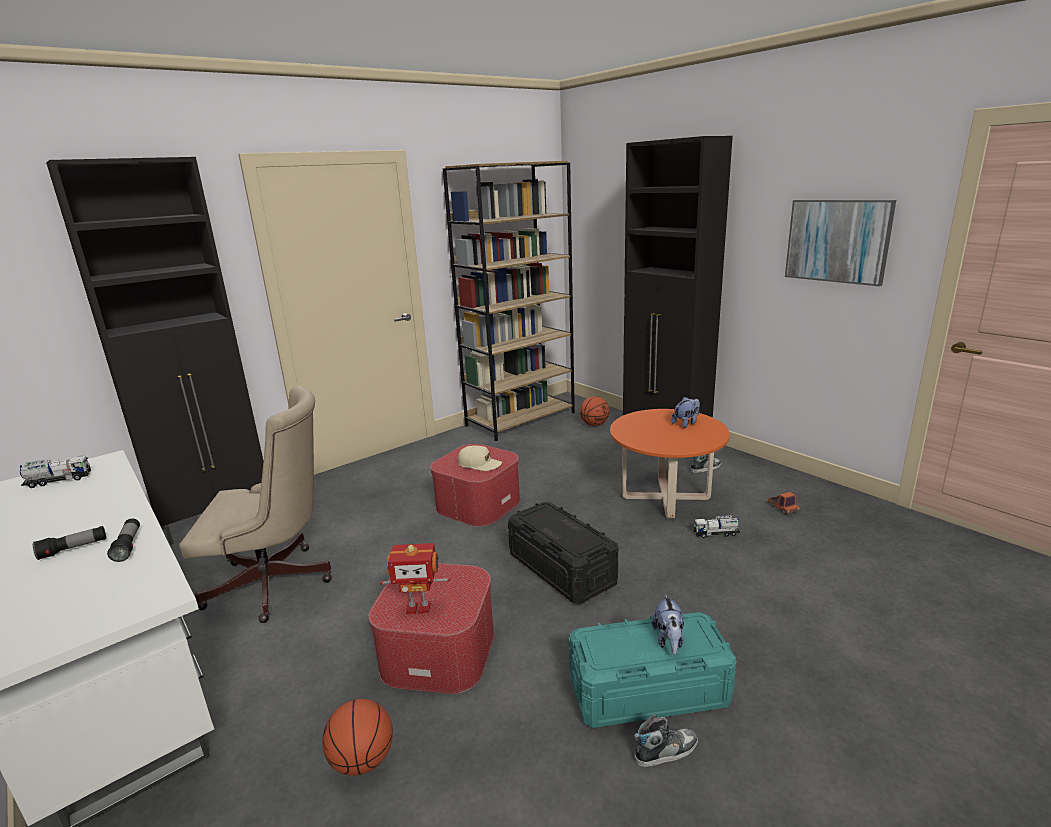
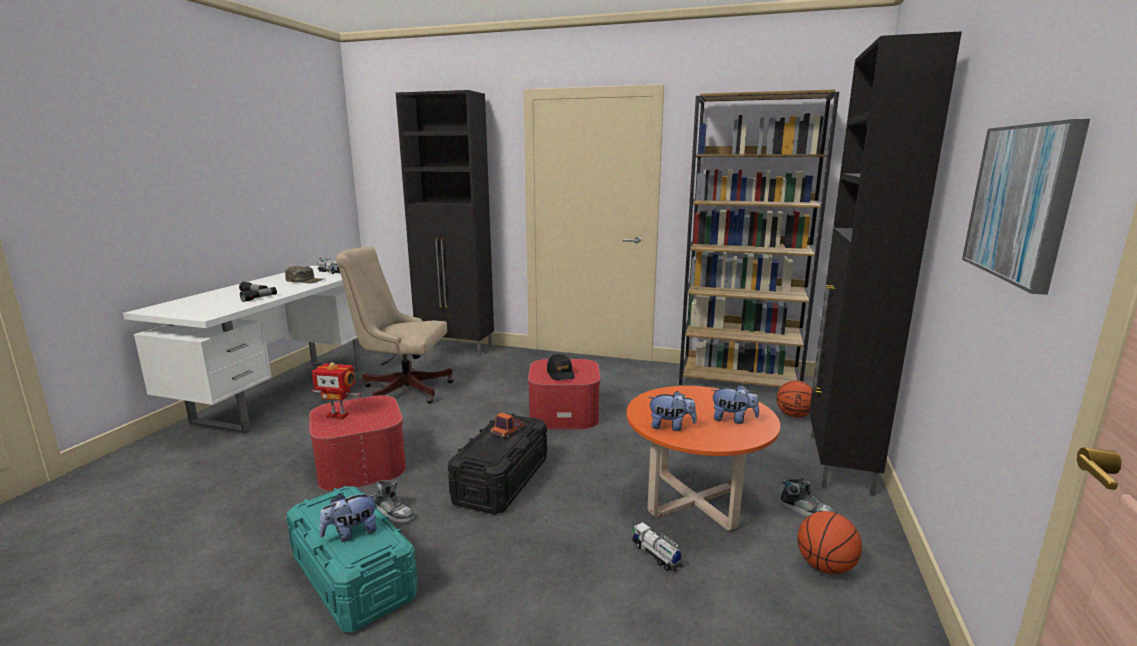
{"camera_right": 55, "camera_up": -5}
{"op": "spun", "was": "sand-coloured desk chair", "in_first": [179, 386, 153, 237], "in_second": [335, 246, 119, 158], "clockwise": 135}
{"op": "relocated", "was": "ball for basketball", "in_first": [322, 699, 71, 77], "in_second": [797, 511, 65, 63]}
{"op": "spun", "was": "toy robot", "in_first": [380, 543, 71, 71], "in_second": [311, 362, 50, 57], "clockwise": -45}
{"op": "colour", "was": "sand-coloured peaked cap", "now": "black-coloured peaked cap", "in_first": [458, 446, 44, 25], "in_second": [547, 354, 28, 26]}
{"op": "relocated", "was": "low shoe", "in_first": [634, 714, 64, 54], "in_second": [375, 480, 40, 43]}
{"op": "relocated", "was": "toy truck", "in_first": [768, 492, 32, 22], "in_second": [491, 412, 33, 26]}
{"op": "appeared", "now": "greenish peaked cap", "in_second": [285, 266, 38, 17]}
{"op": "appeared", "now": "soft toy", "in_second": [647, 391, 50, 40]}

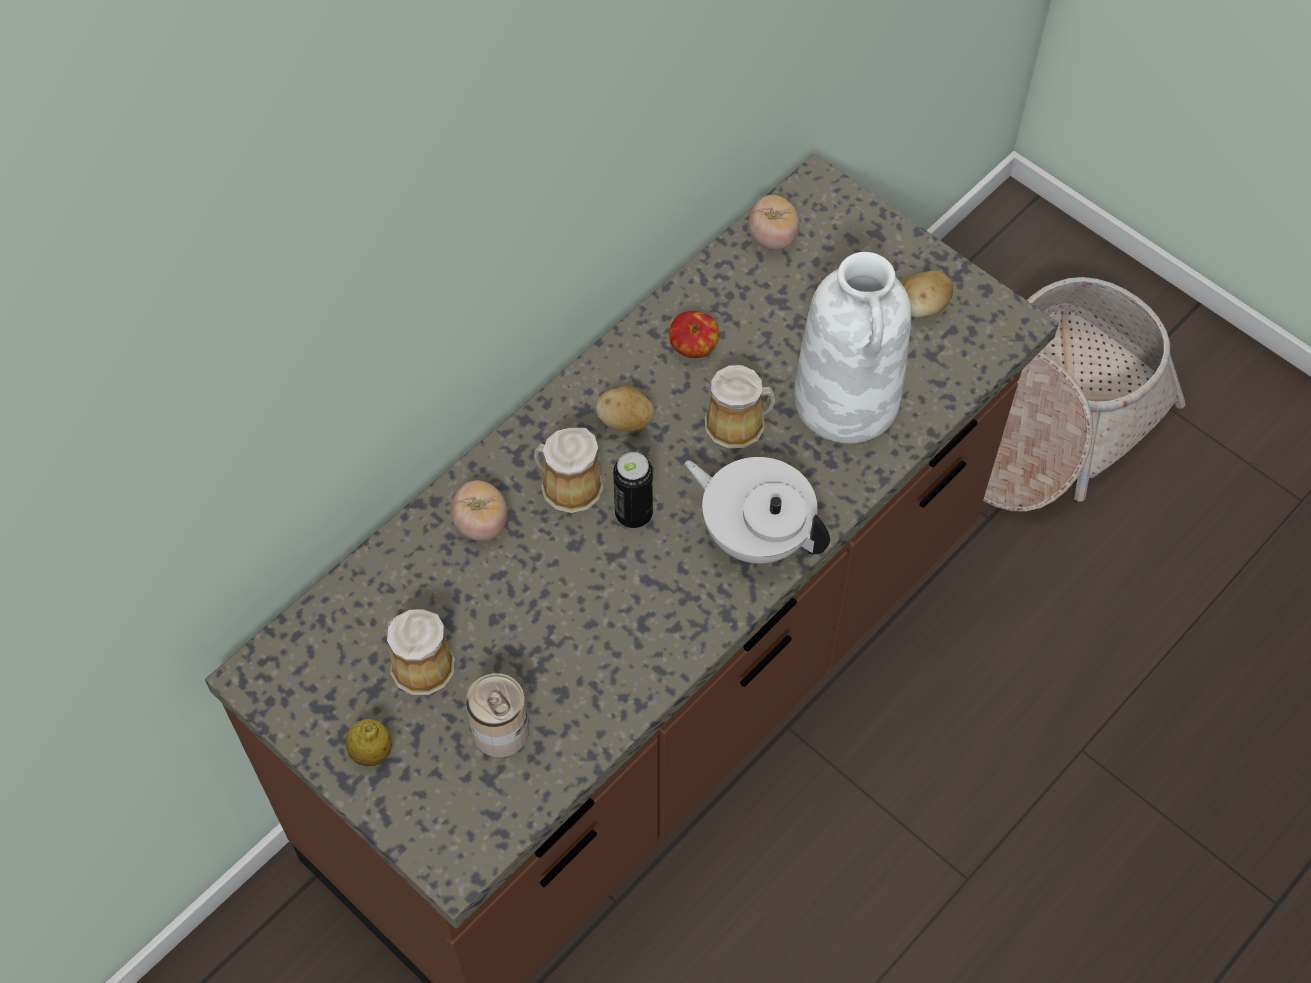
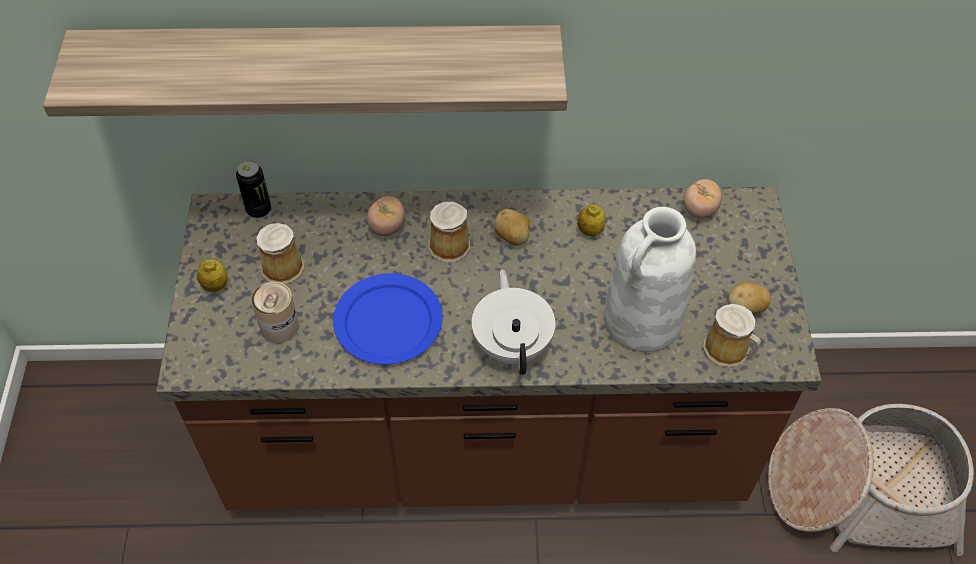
{"camera_right": 45, "camera_up": -5}
{"op": "relocated", "was": "sealed can", "in_first": [613, 452, 40, 76], "in_second": [236, 161, 35, 58]}
{"op": "exchanged", "was": "whole apple", "now": "citrus fruit", "in_first": [669, 311, 50, 47], "in_second": [578, 204, 28, 32]}
{"op": "relocated", "was": "mug", "in_first": [705, 365, 70, 83], "in_second": [703, 304, 58, 63]}
{"op": "appeared", "now": "shelf", "in_second": [43, 25, 524, 92]}
{"op": "appeared", "now": "blue-coloured dinner plate", "in_second": [333, 273, 110, 92]}

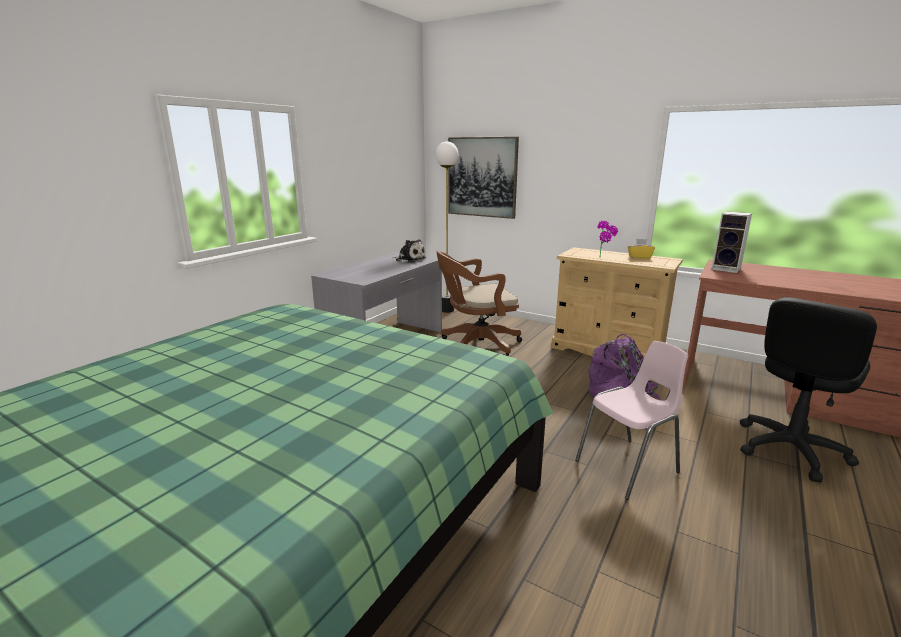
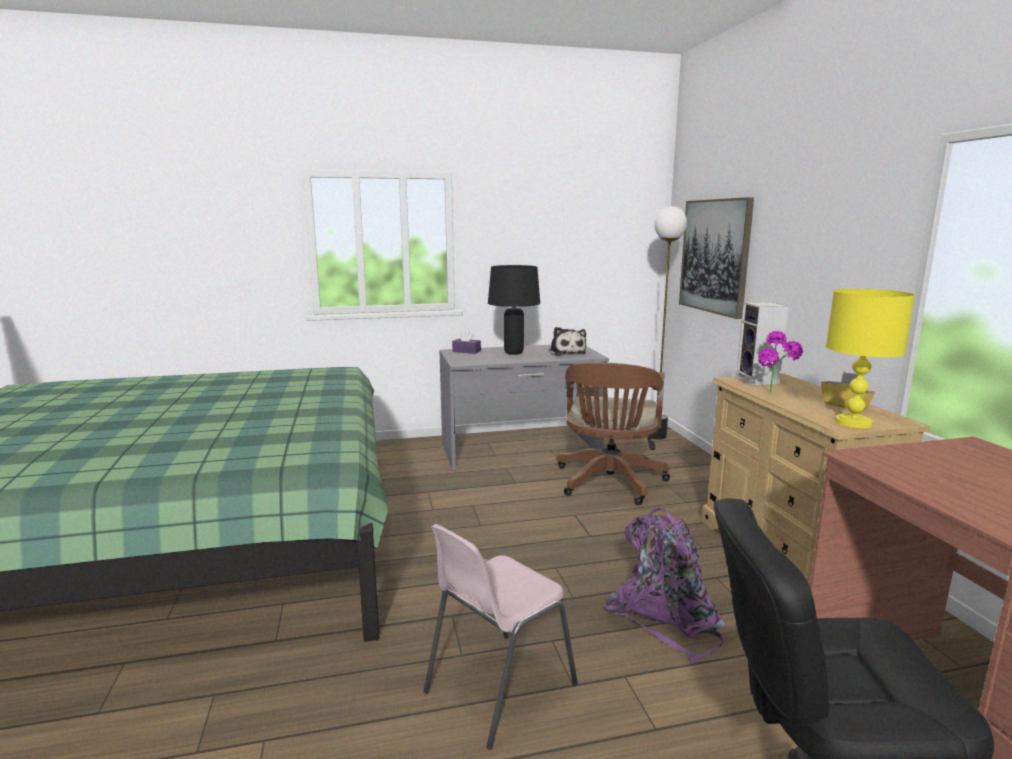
{"camera_right": 45, "camera_up": -5}
{"op": "spun", "was": "brown desk chair", "in_first": [436, 250, 86, 106], "in_second": [556, 362, 114, 143], "clockwise": -105}
{"op": "spun", "was": "pinkish plain chair", "in_first": [575, 341, 113, 159], "in_second": [424, 524, 154, 226], "clockwise": 120}
{"op": "relocated", "was": "loudspeaker", "in_first": [711, 211, 41, 62], "in_second": [736, 302, 52, 83]}
{"op": "appeared", "now": "purple tissue box", "in_second": [452, 330, 29, 24]}
{"op": "appeared", "now": "black-coloured table lamp", "in_second": [488, 265, 52, 90]}
{"op": "appeared", "now": "yellow table lamp", "in_second": [826, 289, 89, 139]}

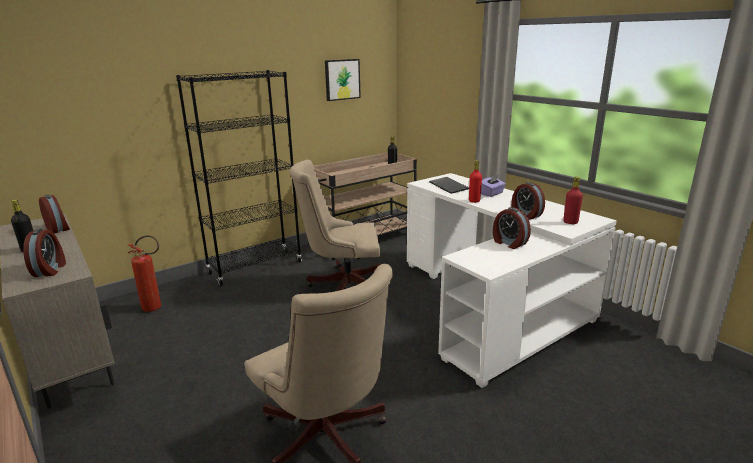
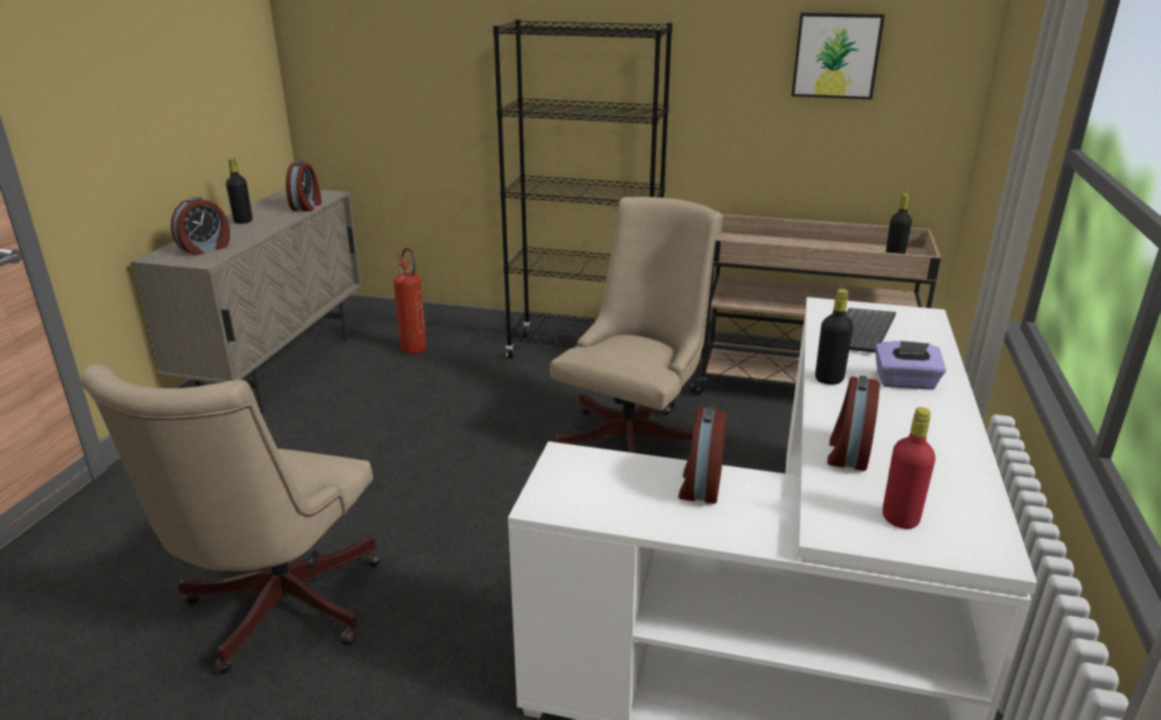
{"camera_right": 50, "camera_up": 5}
{"op": "spun", "was": "sand-coloured desk chair", "in_first": [289, 160, 92, 131], "in_second": [550, 197, 172, 256], "clockwise": 75}
{"op": "colour", "was": "red-coloured beverage bottle", "now": "black-coloured beverage bottle", "in_first": [469, 160, 13, 43], "in_second": [815, 289, 38, 96]}

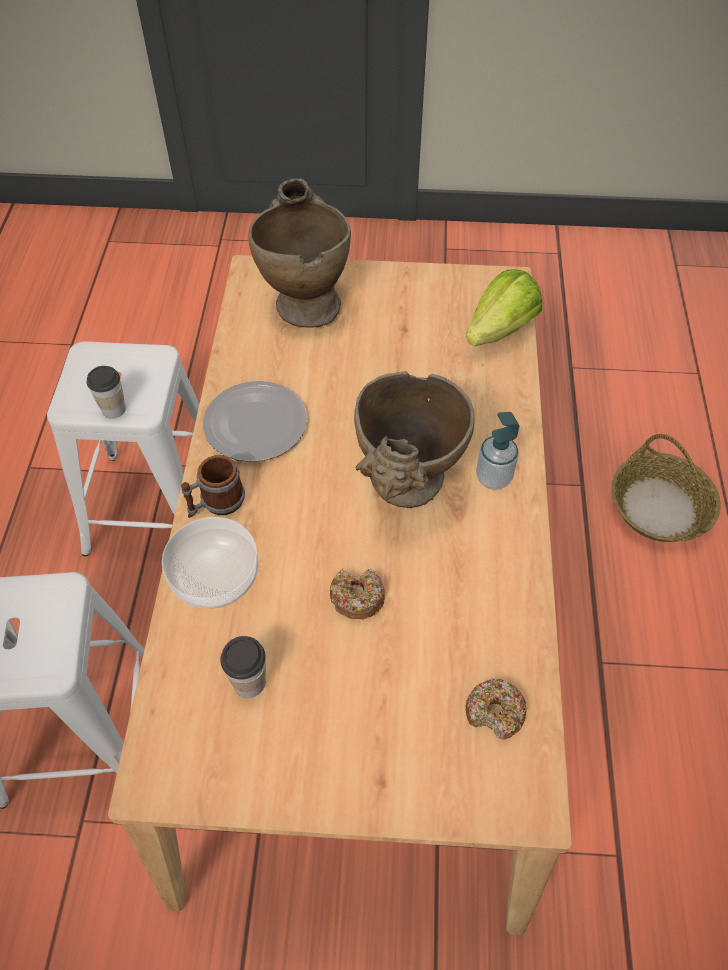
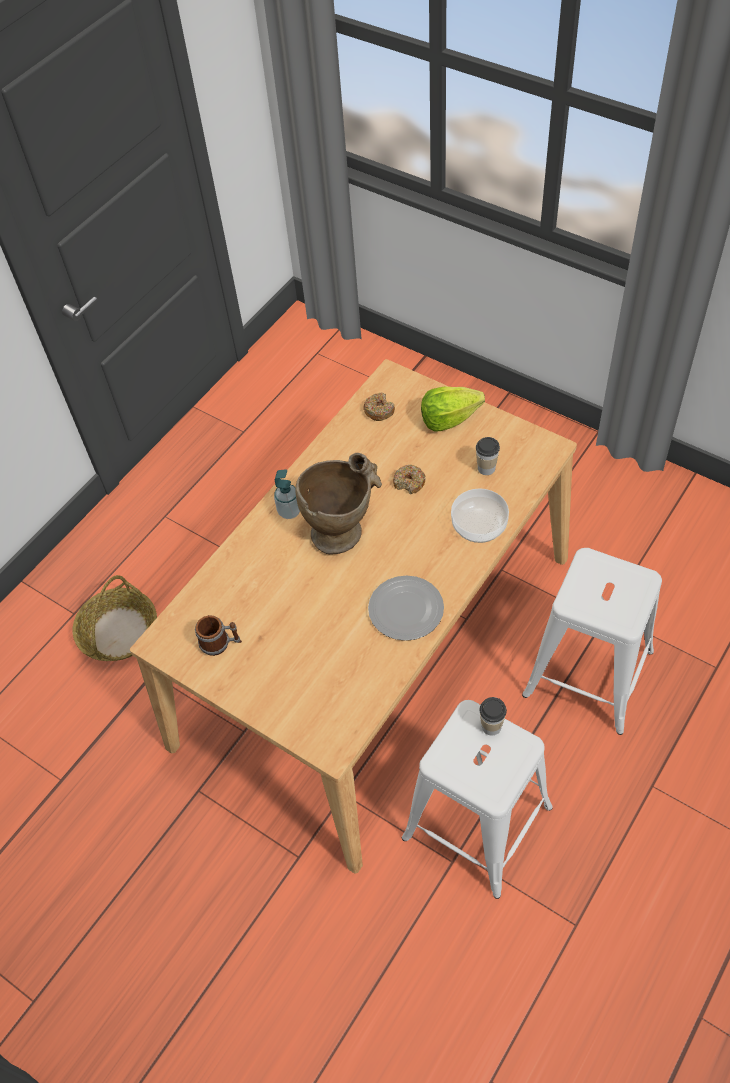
{"camera_right": -145, "camera_up": 0}
{"op": "relocated", "was": "mug", "in_first": [181, 455, 64, 63], "in_second": [195, 615, 47, 41]}
{"op": "missing", "was": "sand-coloured decorative vase", "in_first": [248, 178, 103, 150]}
{"op": "relocated", "was": "lettuce", "in_first": [466, 269, 76, 77], "in_second": [421, 387, 64, 45]}

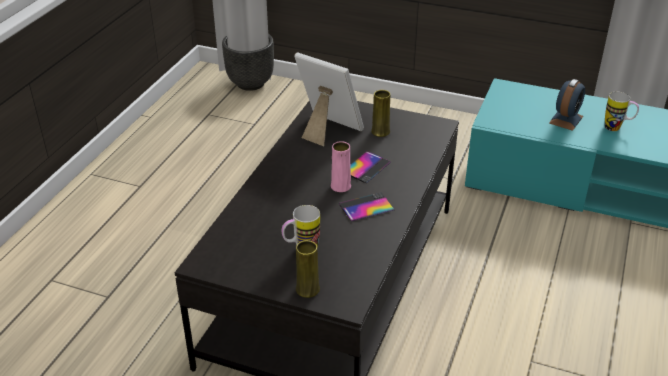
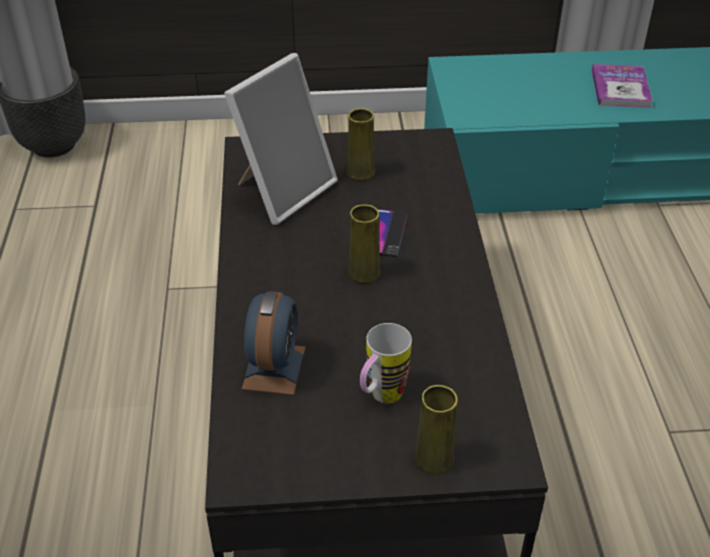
{"camera_right": -25, "camera_up": 5}
{"op": "spun", "was": "photo frame", "in_first": [294, 52, 70, 94], "in_second": [224, 53, 114, 172], "clockwise": 120}
{"op": "colour", "was": "pinkish decorative vase", "now": "yellow decorative vase", "in_first": [331, 141, 20, 51], "in_second": [348, 204, 33, 79]}
{"op": "missing", "was": "telephone", "in_first": [339, 192, 55, 29]}
{"op": "relocated", "was": "bedside clock", "in_first": [549, 79, 36, 52], "in_second": [242, 291, 64, 104]}
{"op": "exchanged", "was": "mug", "now": "volume", "in_first": [605, 92, 34, 39], "in_second": [592, 64, 61, 44]}

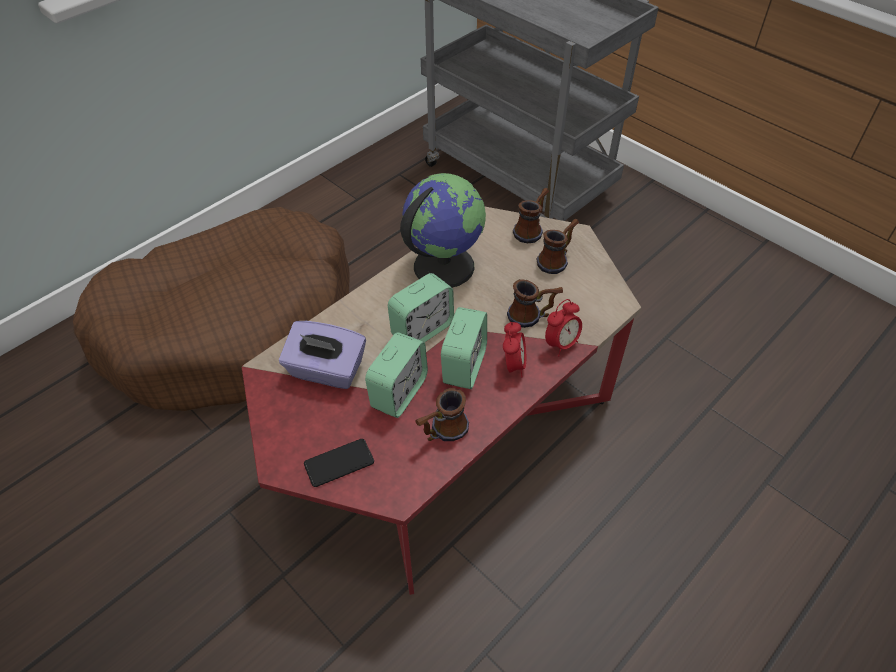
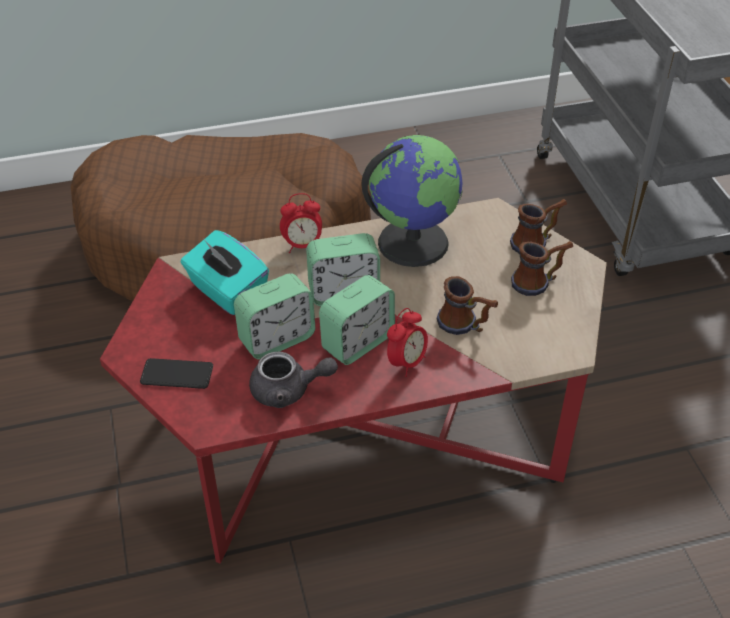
{"camera_right": 30, "camera_up": -5}
{"op": "colour", "was": "purple tissue box", "now": "blue-green tissue box", "in_first": [279, 321, 87, 68], "in_second": [181, 230, 88, 85]}
{"op": "exchanged", "was": "mug", "now": "greyish tea pot", "in_first": [415, 388, 54, 53], "in_second": [249, 351, 89, 57]}
{"op": "relocated", "was": "bedside clock", "in_first": [545, 299, 37, 57], "in_second": [280, 193, 42, 60]}

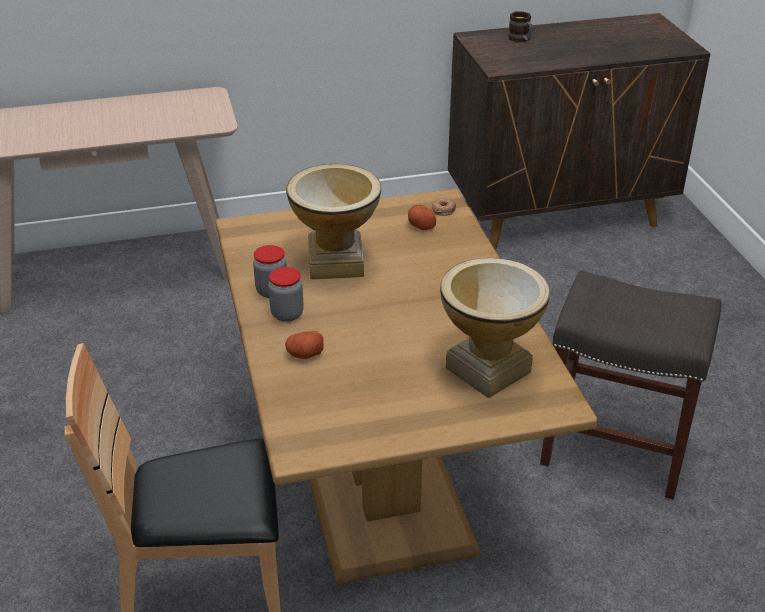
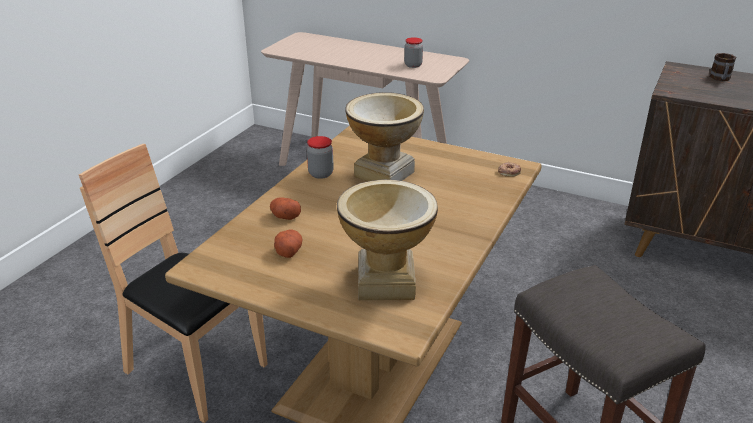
{"camera_right": 40, "camera_up": -5}
{"op": "relocated", "was": "jar", "in_first": [268, 267, 36, 55], "in_second": [404, 37, 19, 31]}
{"op": "relocated", "was": "spud", "in_first": [408, 205, 28, 25], "in_second": [274, 229, 28, 29]}

